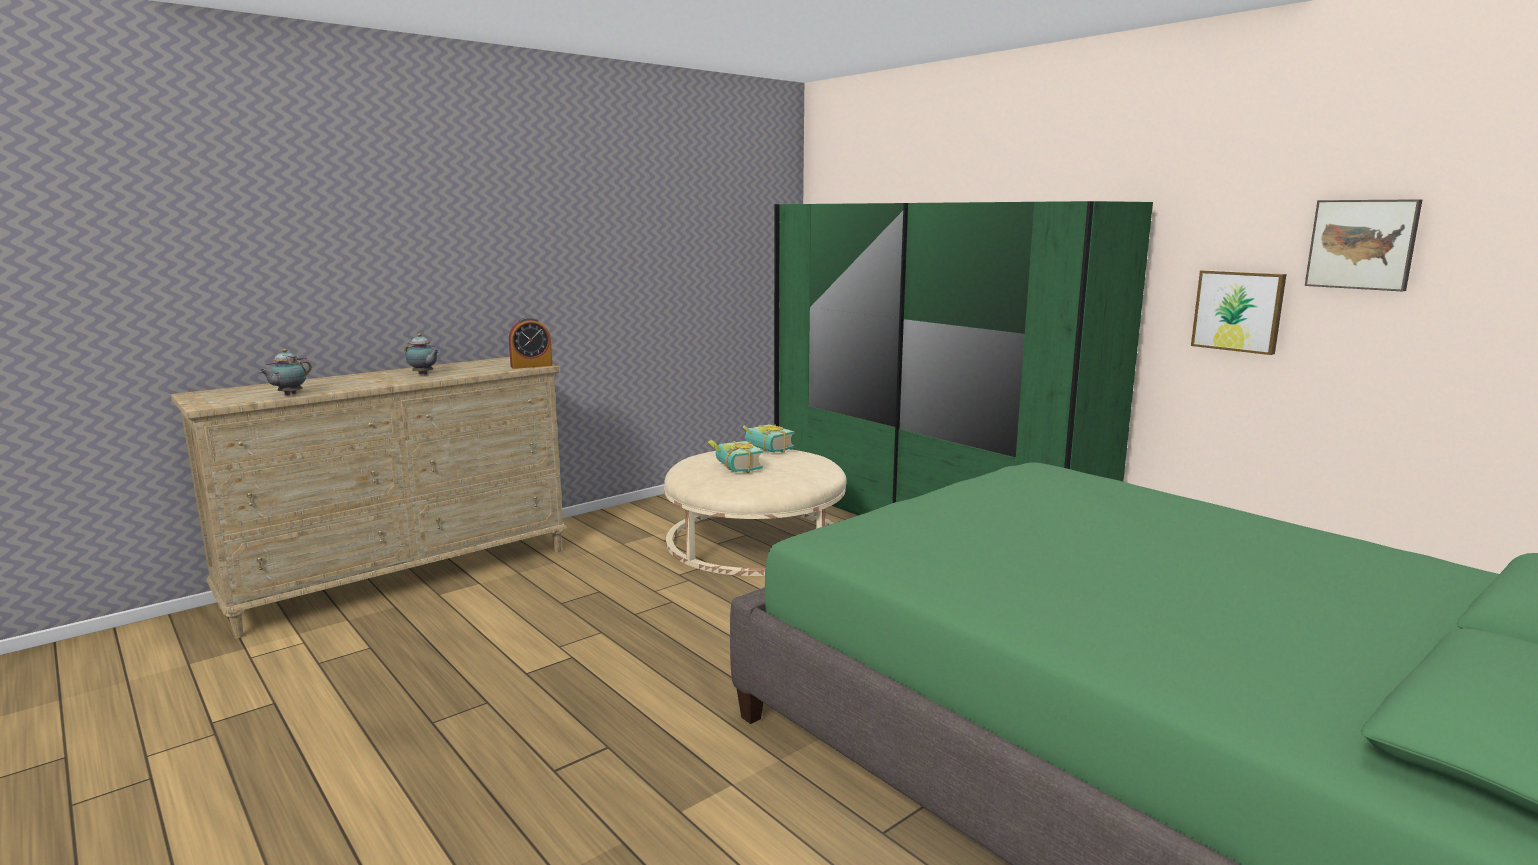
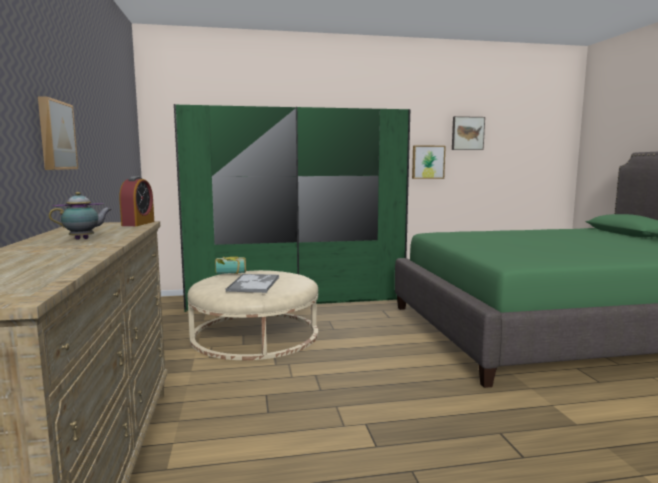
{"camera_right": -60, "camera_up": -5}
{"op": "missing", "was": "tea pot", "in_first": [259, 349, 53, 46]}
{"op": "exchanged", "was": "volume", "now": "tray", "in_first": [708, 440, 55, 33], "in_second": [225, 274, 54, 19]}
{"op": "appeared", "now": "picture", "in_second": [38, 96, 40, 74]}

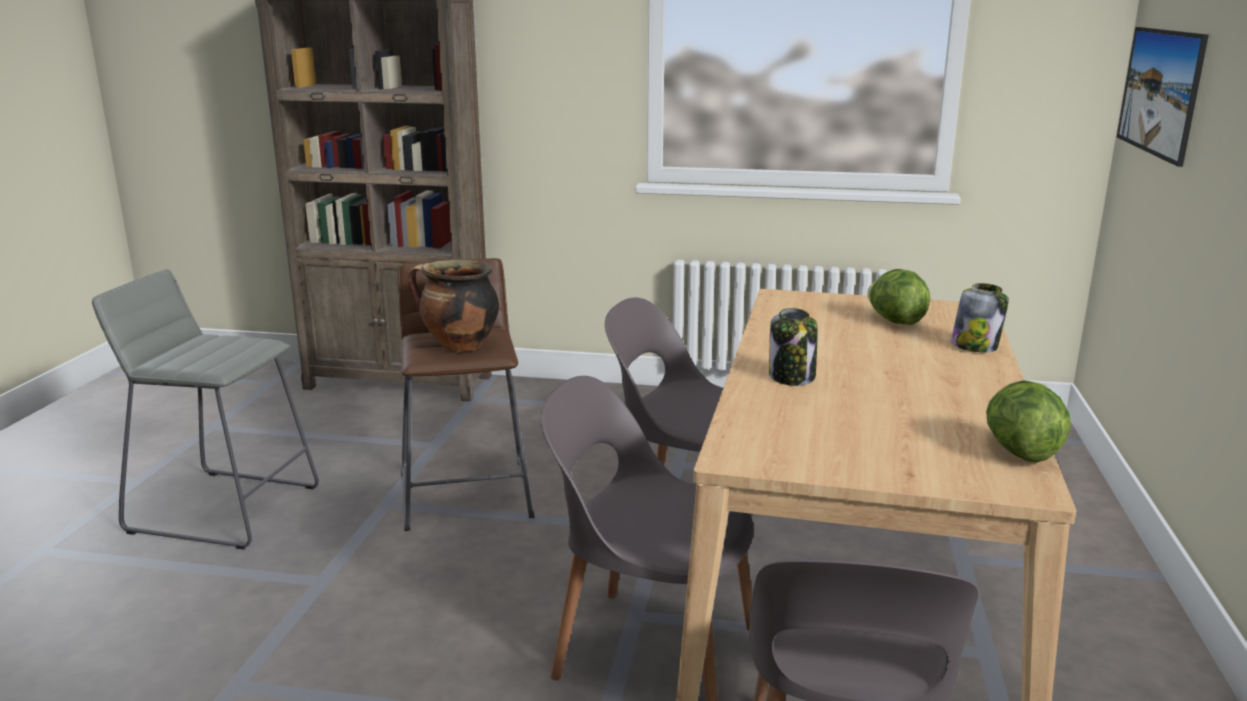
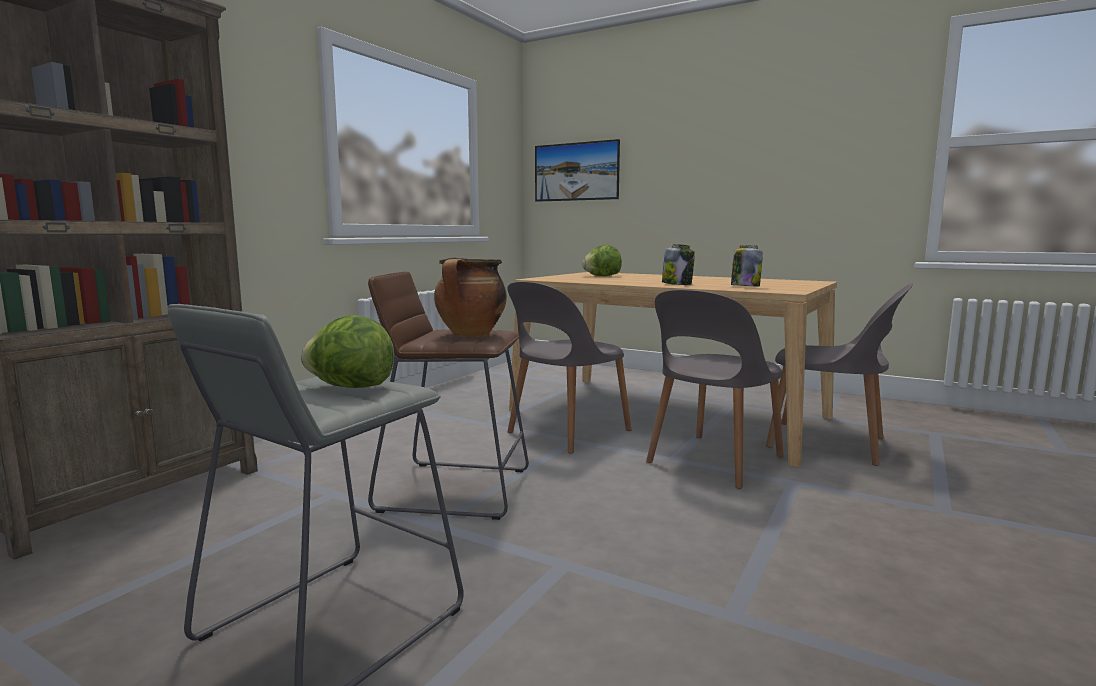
{"camera_right": -70, "camera_up": -10}
{"op": "relocated", "was": "jar", "in_first": [951, 283, 58, 69], "in_second": [731, 245, 32, 42]}
{"op": "relocated", "was": "lettuce", "in_first": [986, 380, 85, 83], "in_second": [301, 315, 93, 73]}

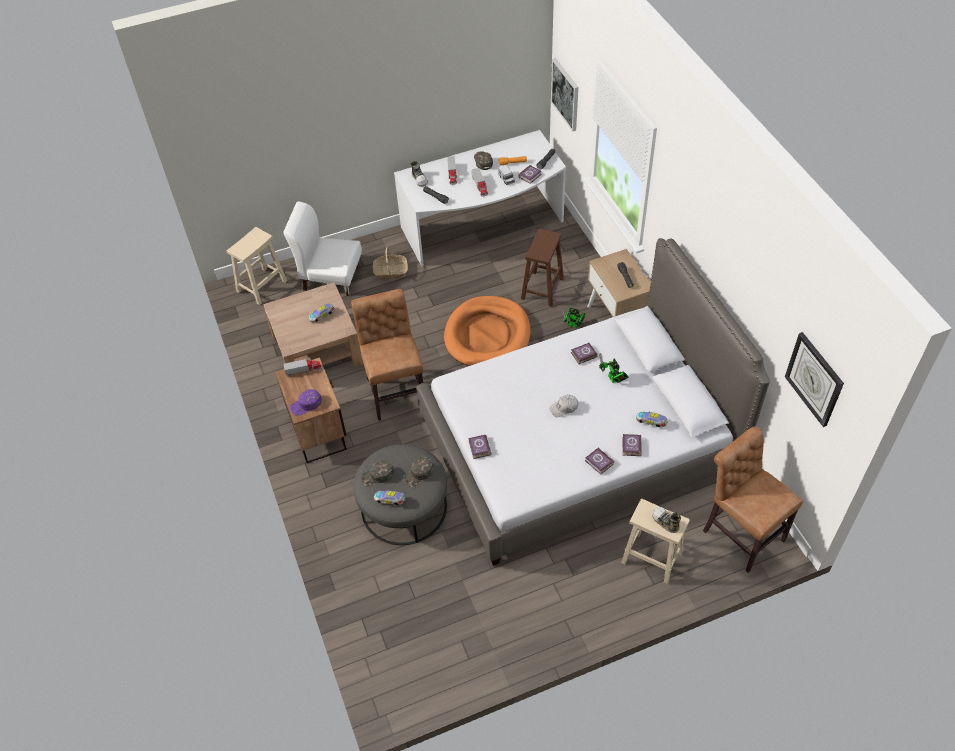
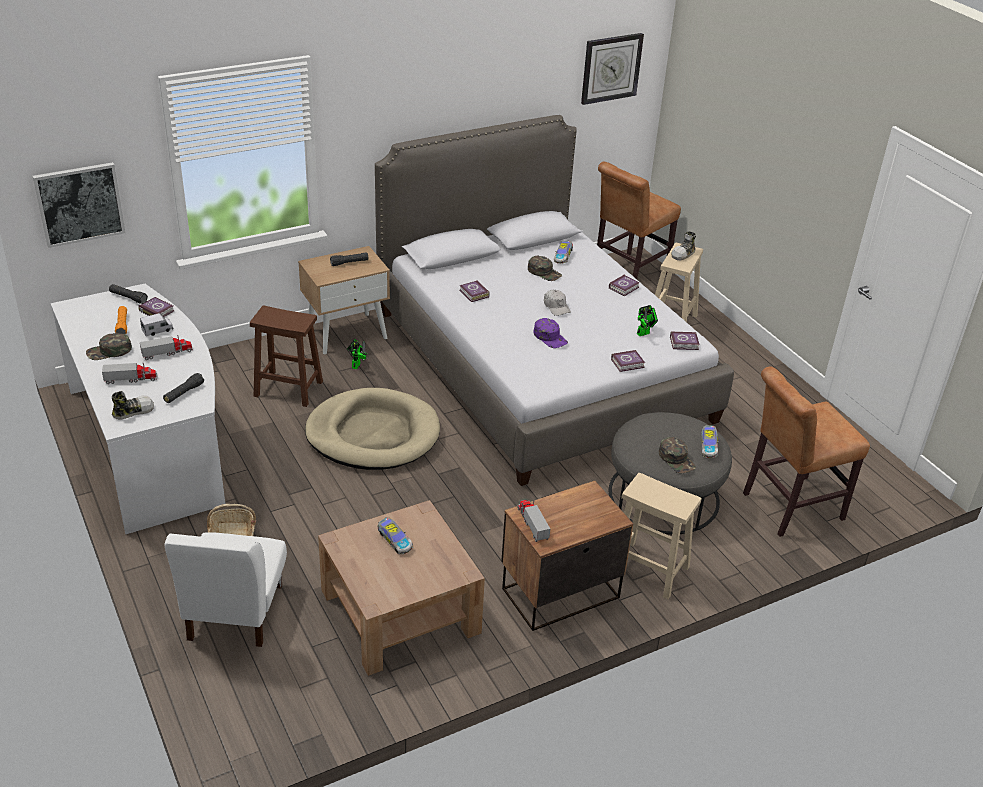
{"camera_right": -100, "camera_up": -15}
{"op": "relocated", "was": "sand-coloured sitting stool", "in_first": [227, 227, 60, 78], "in_second": [621, 473, 81, 126]}
{"op": "relocated", "was": "purple peaked cap", "in_first": [290, 389, 32, 27], "in_second": [534, 318, 34, 30]}
{"op": "relocated", "was": "brown plain chair", "in_first": [351, 289, 72, 132], "in_second": [743, 366, 127, 171]}
{"op": "relocated", "was": "greenish peaked cap", "in_first": [403, 457, 31, 30], "in_second": [528, 256, 34, 25]}
{"op": "colour", "was": "orangey dog bed", "now": "sand-coloured dog bed", "in_first": [444, 296, 87, 70], "in_second": [305, 388, 135, 82]}
{"op": "relocated", "was": "toy robot", "in_first": [599, 353, 30, 30], "in_second": [637, 305, 21, 31]}
{"op": "relocated", "was": "volume", "in_first": [623, 434, 19, 22], "in_second": [670, 332, 30, 18]}

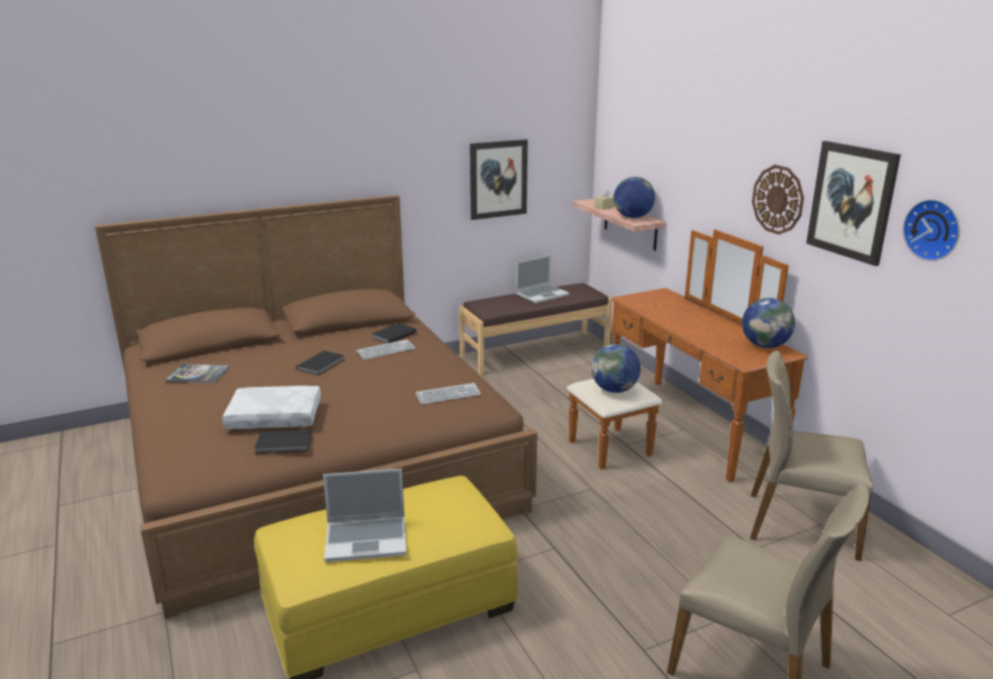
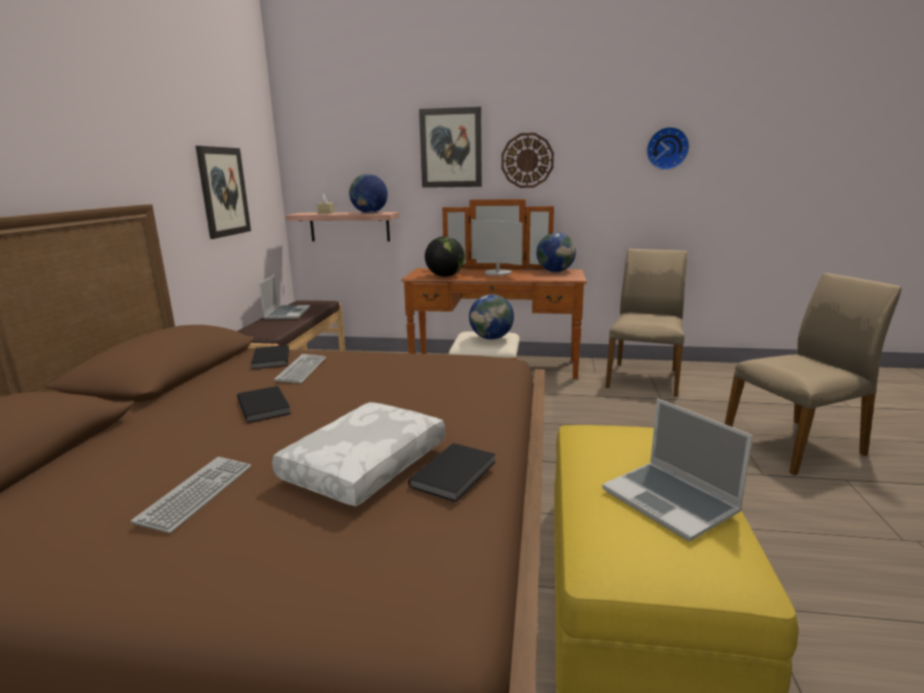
{"camera_right": -55, "camera_up": -5}
{"op": "missing", "was": "volume", "in_first": [165, 364, 65, 19]}
{"op": "spun", "was": "portable computer", "in_first": [323, 468, 83, 94], "in_second": [602, 398, 151, 143], "clockwise": 120}
{"op": "relocated", "was": "computer keyboard", "in_first": [415, 383, 66, 21], "in_second": [131, 457, 120, 76]}
{"op": "spun", "was": "sand-coloured plain chair", "in_first": [750, 351, 123, 210], "in_second": [605, 249, 82, 148], "clockwise": 150}
{"op": "relocated", "was": "picture", "in_first": [806, 141, 95, 125], "in_second": [419, 107, 63, 81]}
{"op": "appeared", "now": "desk globe", "in_second": [425, 236, 40, 41]}
{"op": "appeared", "now": "computer screen", "in_second": [471, 219, 52, 57]}

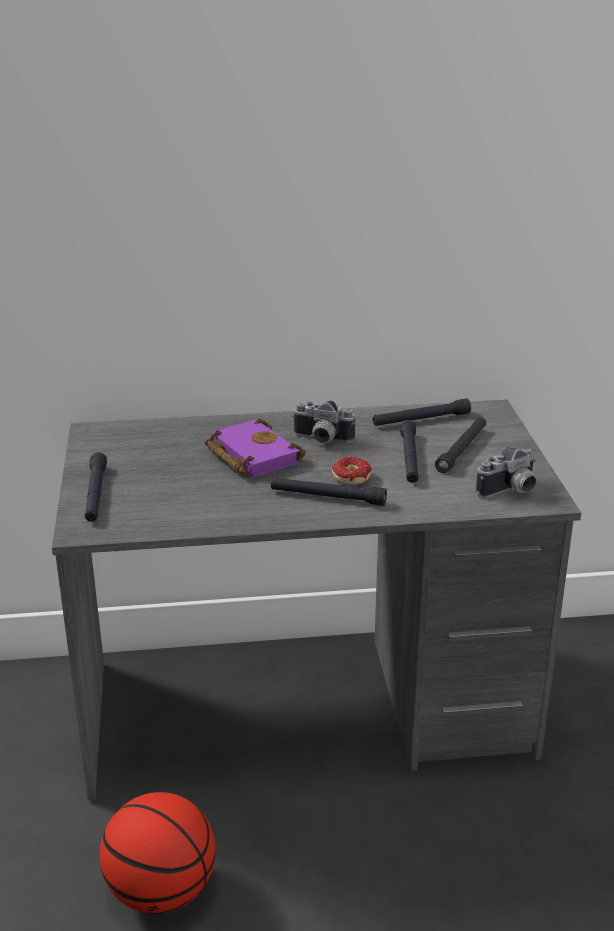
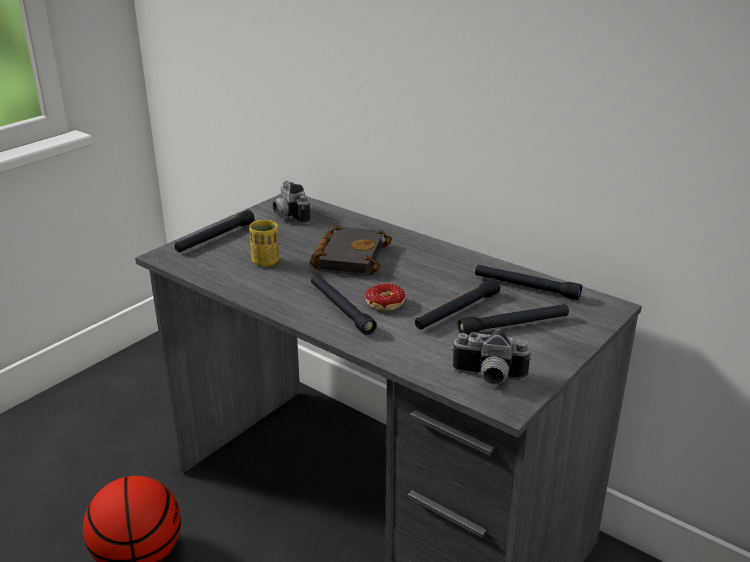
{"camera_right": 45, "camera_up": 0}
{"op": "colour", "was": "purple volume", "now": "black-coloured volume", "in_first": [204, 419, 102, 59], "in_second": [310, 226, 82, 50]}
{"op": "relocated", "was": "still camera", "in_first": [292, 401, 63, 42], "in_second": [273, 181, 38, 43]}
{"op": "appeared", "now": "yellow drinking cup", "in_second": [249, 220, 30, 46]}

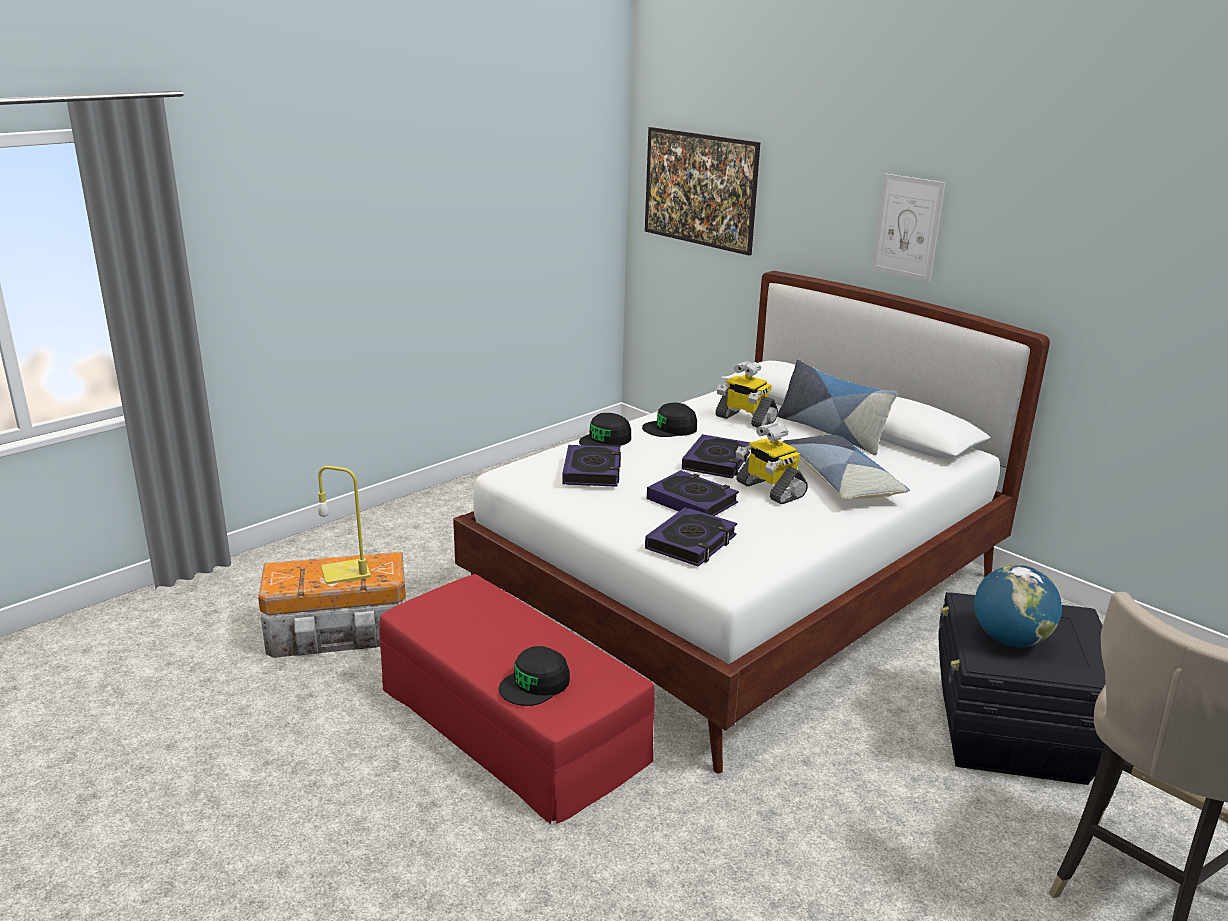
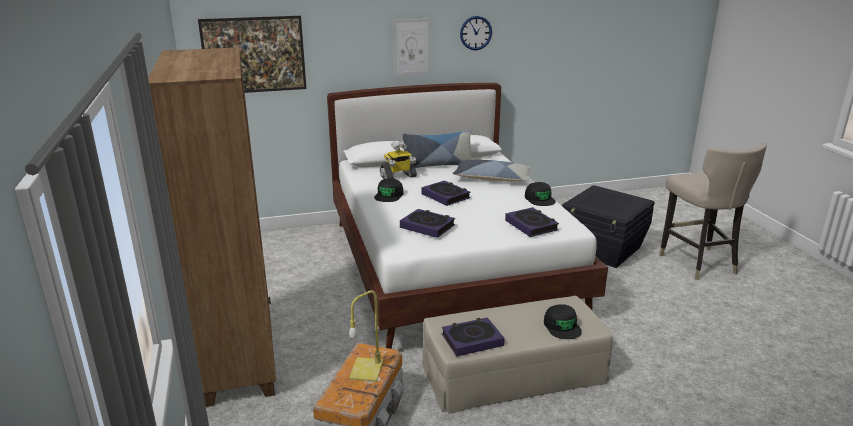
{"camera_right": -60, "camera_up": 0}
{"op": "colour", "was": "red-coloured ottoman", "now": "sand-coloured ottoman", "in_first": [379, 574, 276, 250], "in_second": [422, 296, 191, 118]}
{"op": "relocated", "was": "black-coloured peaked cap", "in_first": [579, 413, 52, 34], "in_second": [525, 182, 31, 24]}
{"op": "relocated", "was": "volume", "in_first": [647, 470, 92, 46], "in_second": [442, 317, 62, 39]}
{"op": "missing", "was": "toy robot", "in_first": [736, 423, 72, 81]}
{"op": "missing", "was": "desk globe", "in_first": [974, 565, 88, 82]}
{"op": "appeared", "now": "brown shelving unit", "in_second": [148, 47, 128, 360]}
{"op": "appeared", "now": "clock on the wall", "in_second": [460, 16, 32, 34]}

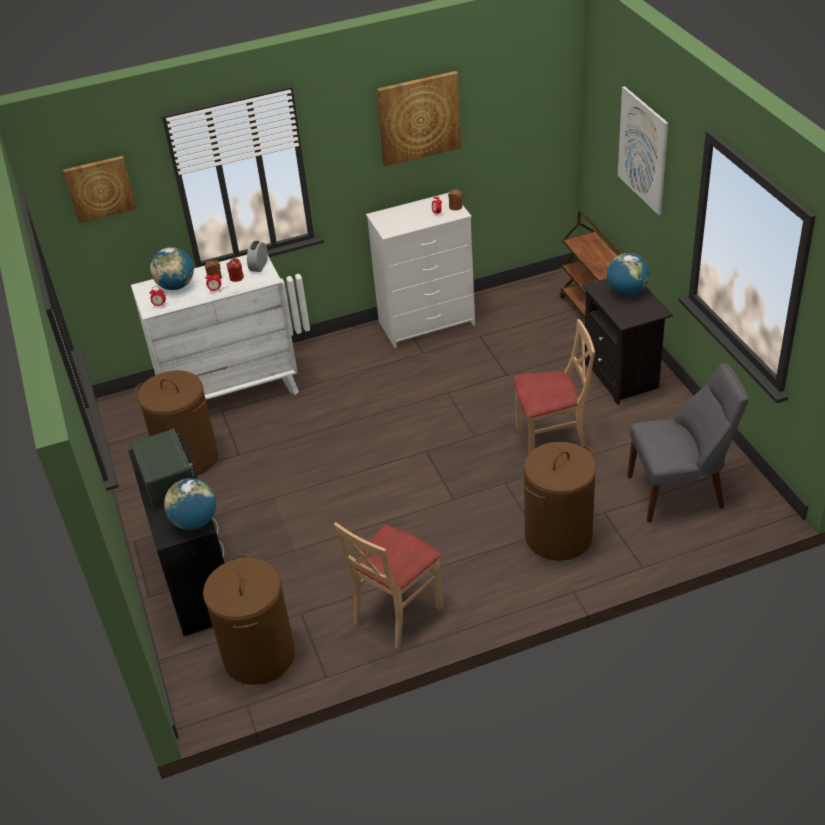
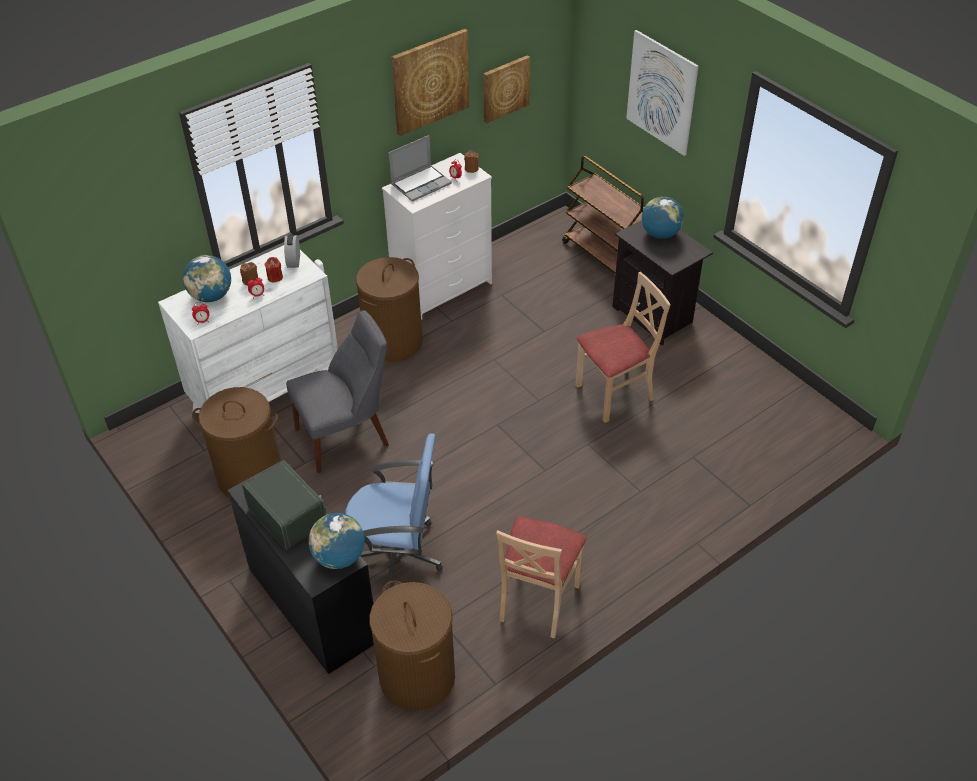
{"camera_right": -20, "camera_up": 5}
{"op": "relocated", "was": "picture", "in_first": [63, 156, 74, 67], "in_second": [483, 55, 47, 68]}
{"op": "relocated", "was": "brown laundry basket", "in_first": [524, 442, 72, 119], "in_second": [356, 257, 67, 105]}
{"op": "relocated", "was": "greyish plain chair", "in_first": [627, 363, 121, 160], "in_second": [286, 310, 103, 163]}
{"op": "appeared", "now": "blue-coloured desk chair", "in_second": [345, 433, 98, 157]}
{"op": "appeared", "now": "portable computer", "in_second": [389, 135, 63, 66]}

